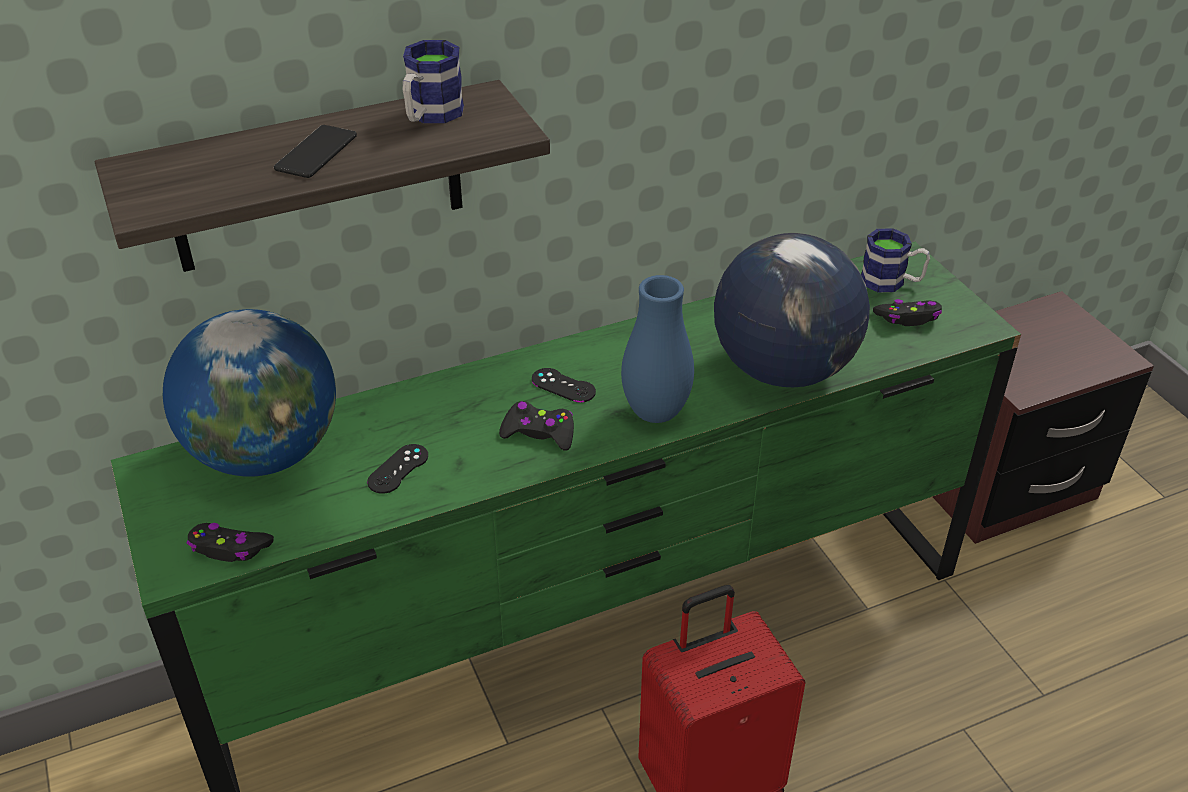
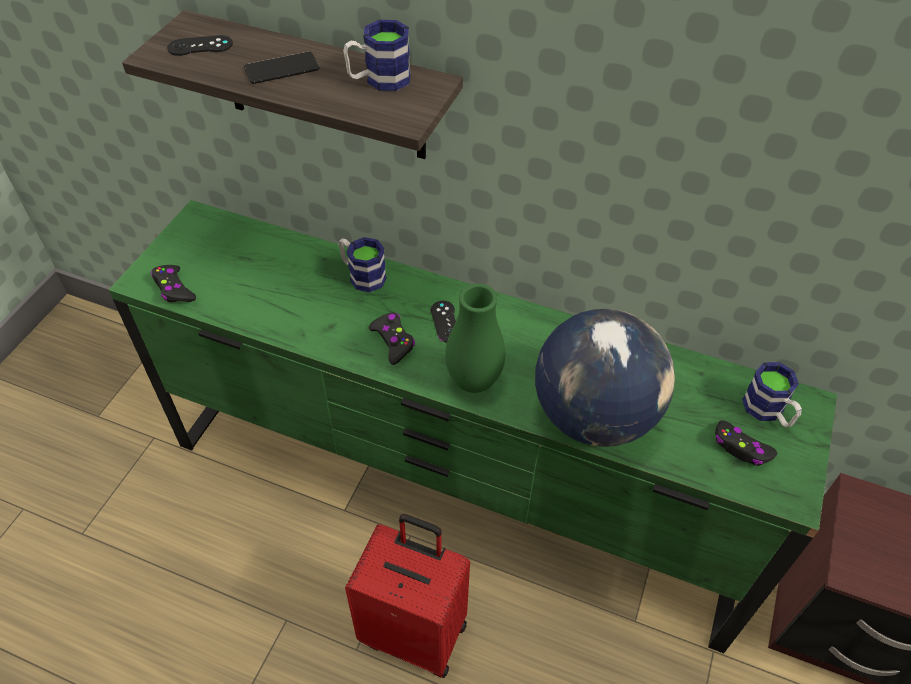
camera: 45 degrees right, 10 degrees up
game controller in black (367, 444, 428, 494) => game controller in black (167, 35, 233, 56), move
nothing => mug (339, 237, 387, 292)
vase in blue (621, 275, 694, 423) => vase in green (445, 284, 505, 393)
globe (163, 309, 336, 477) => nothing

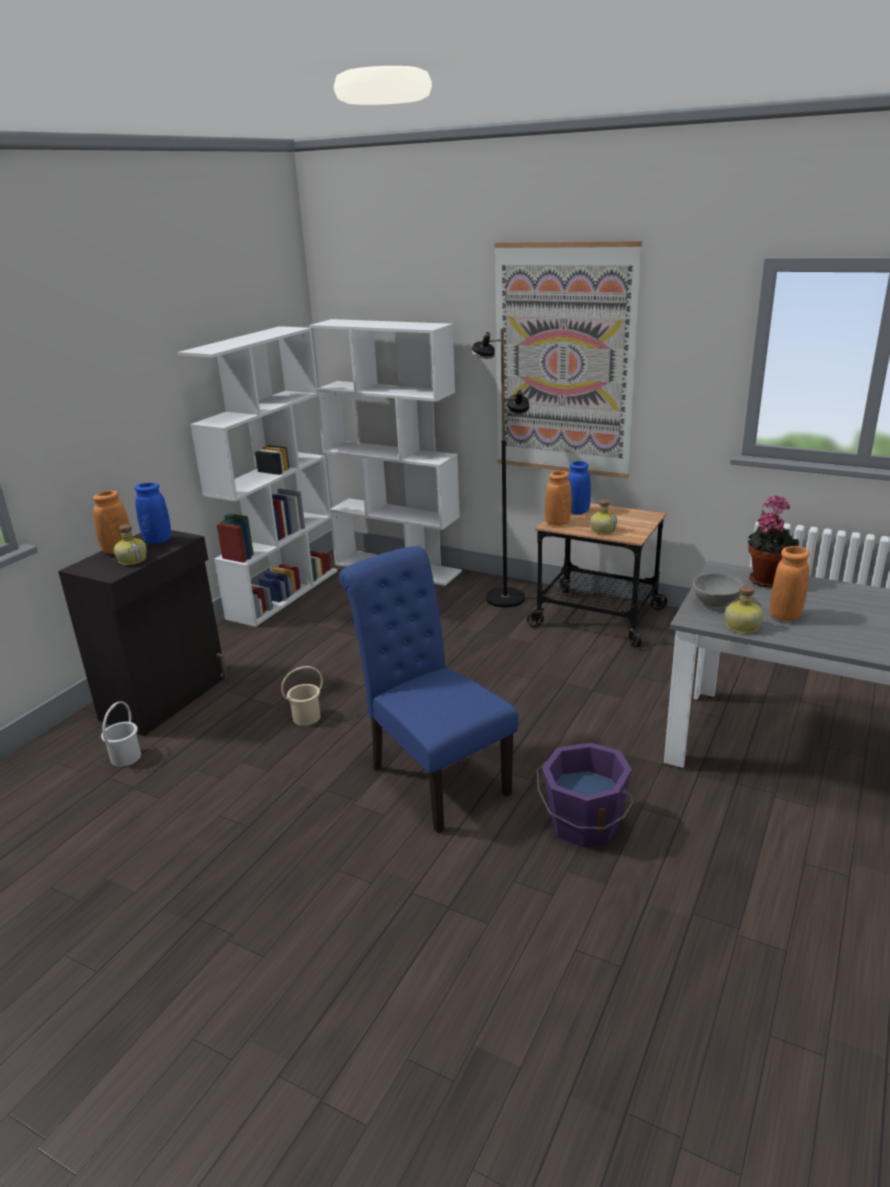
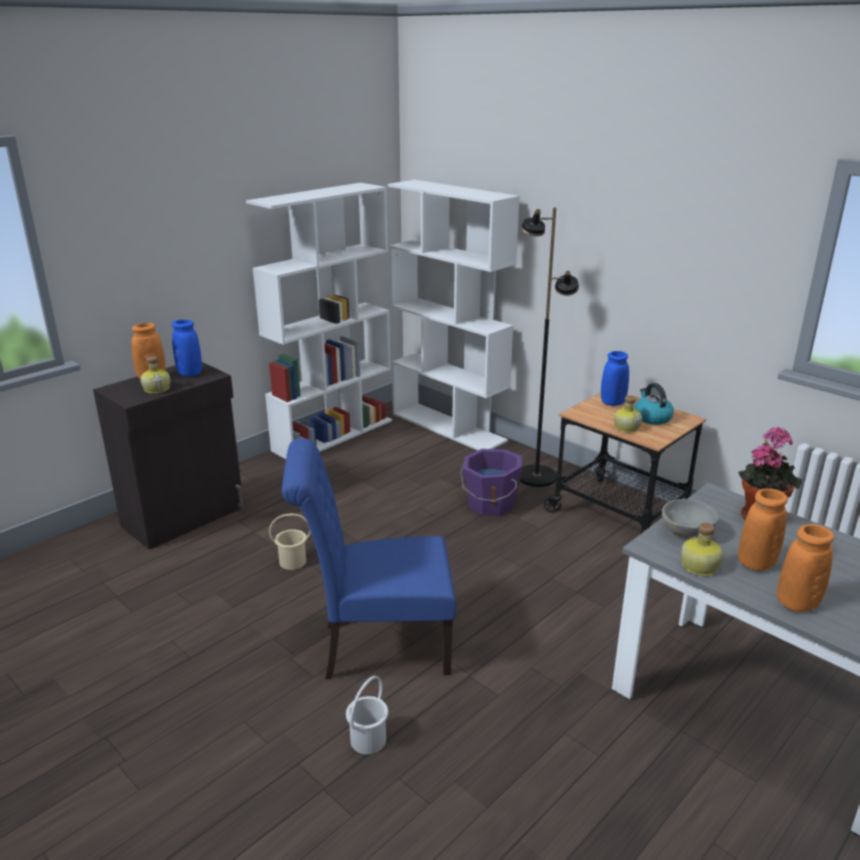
camera: 15 degrees right, 0 degrees up
chair in blue (339, 546, 518, 833) => chair in blue (282, 438, 456, 680), 75 degrees counterclockwise
bucket in white (101, 701, 141, 767) => bucket in white (346, 676, 388, 754), move
bucket in purple (537, 743, 634, 847) => bucket in purple (461, 449, 522, 516), move
nothing => kettle (634, 383, 674, 425)
vase in orange (545, 471, 572, 526) => vase in orange (777, 524, 834, 612), move
picture (494, 241, 642, 479) => nothing

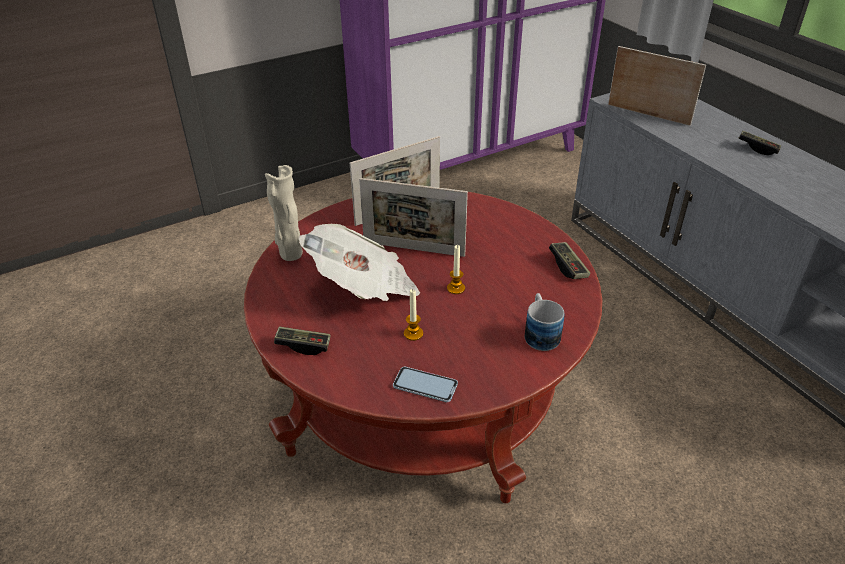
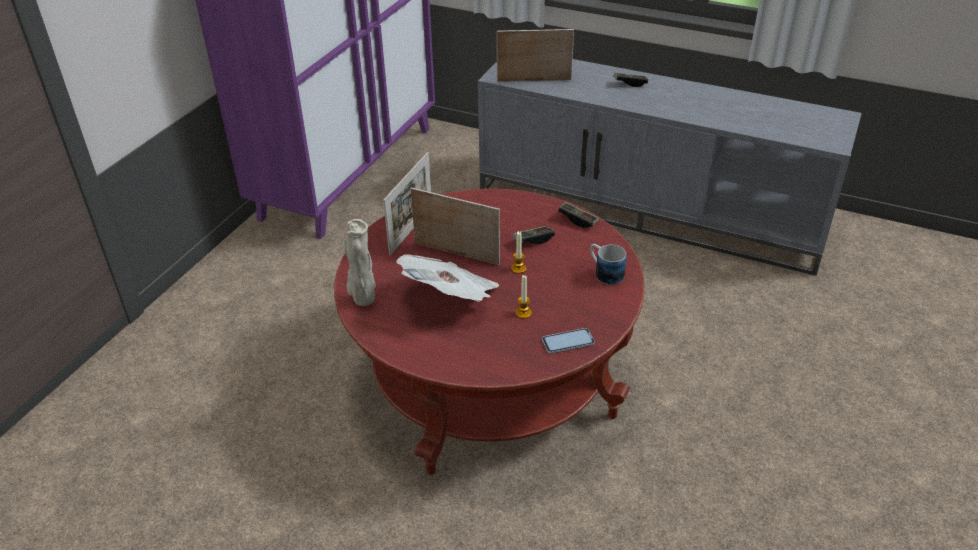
camera: 35 degrees left, 0 degrees up
picture frame (359, 178, 468, 257) => picture frame (410, 187, 500, 265), 135 degrees counterclockwise
game controller (274, 326, 330, 355) => game controller (513, 226, 555, 244), move

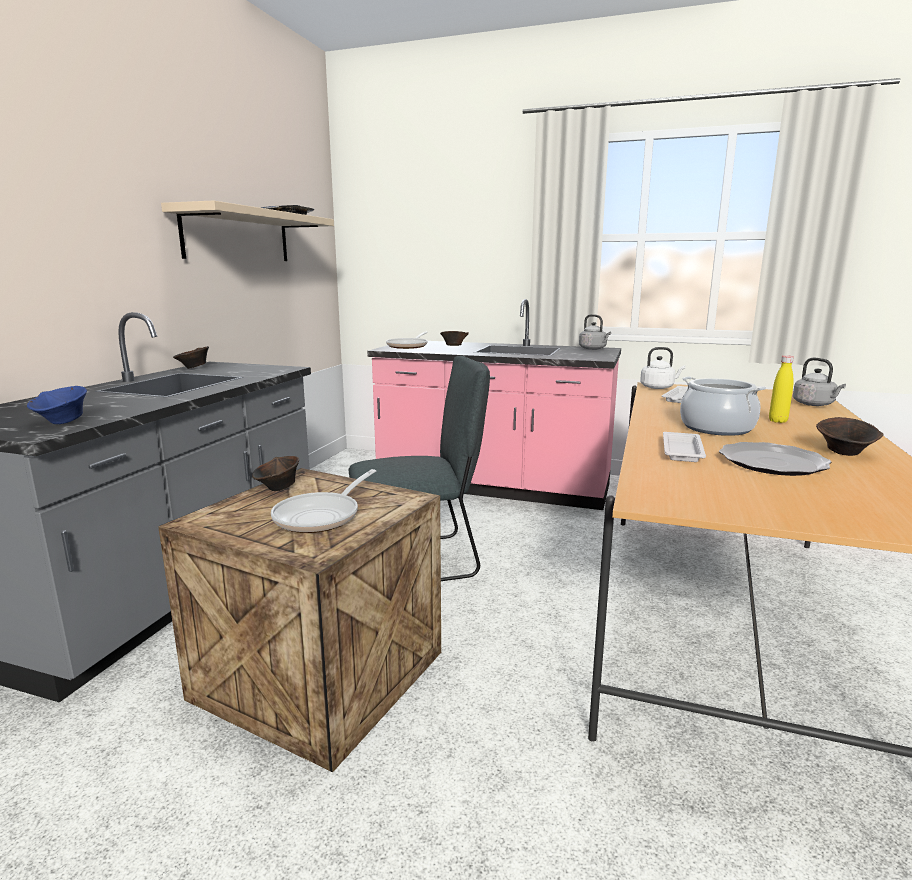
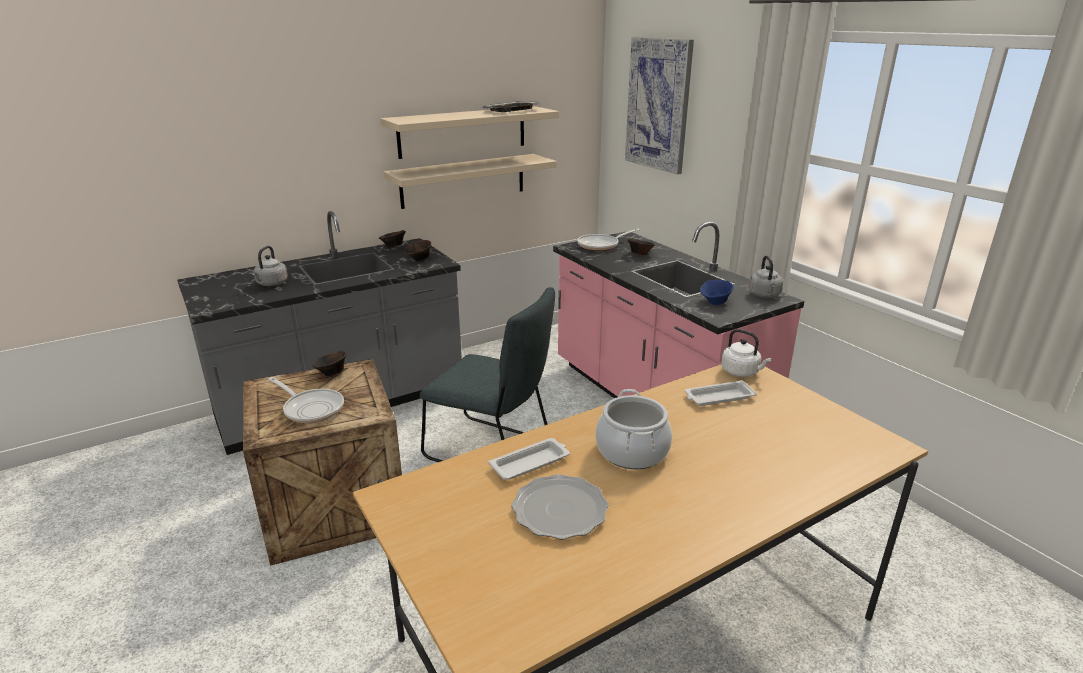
camera: 40 degrees right, 10 degrees up
kettle in grey (793, 358, 846, 406) => kettle in grey (251, 246, 288, 286), move
frying pan (271, 469, 376, 533) => frying pan (268, 377, 344, 423), 120 degrees counterclockwise
nothing => shelf in beige (383, 154, 557, 209)
bowl in brown (816, 417, 884, 456) => bowl in brown (404, 240, 431, 261), move
nothing => picture (625, 37, 694, 174)
bowl in blue (27, 386, 87, 424) => bowl in blue (700, 280, 734, 305), move
bottle in yellow (769, 355, 794, 423) => nothing

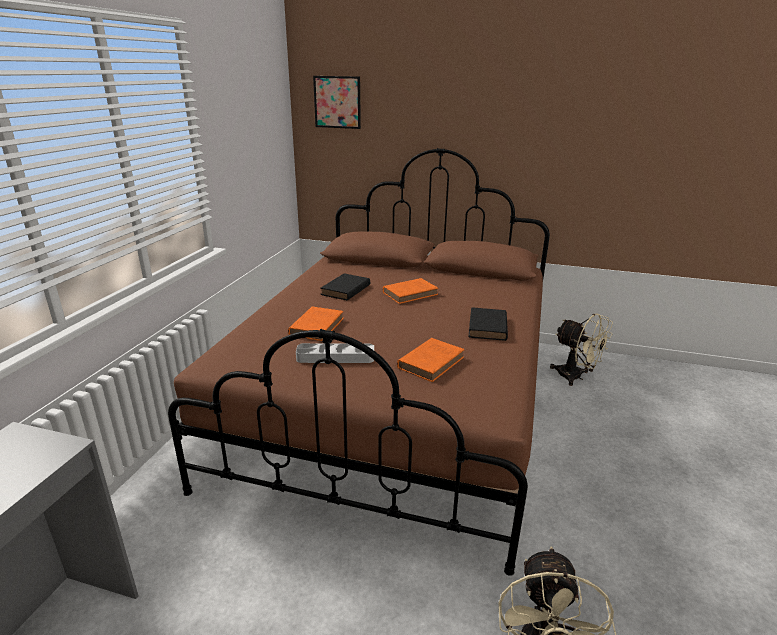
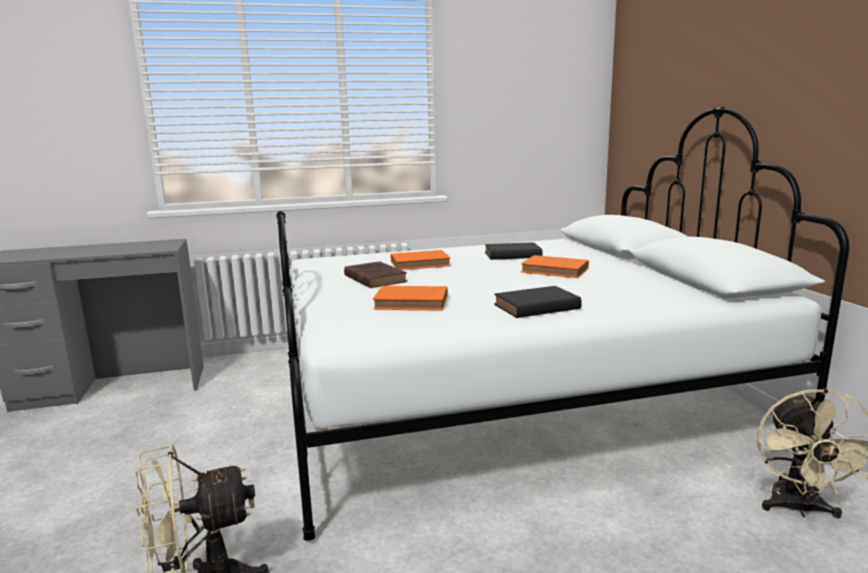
camera: 60 degrees right, 10 degrees down
bed in brown (168, 148, 550, 576) => bed in white (276, 107, 850, 541)
tray in grey (296, 343, 374, 363) => book in brown (344, 261, 407, 288)
picture (313, 76, 361, 129) => nothing

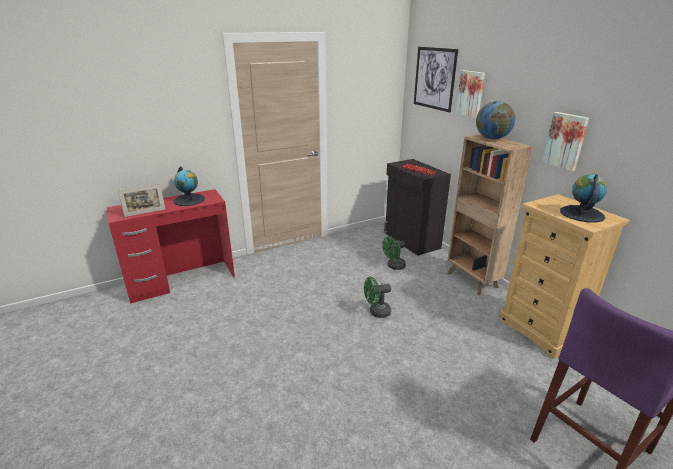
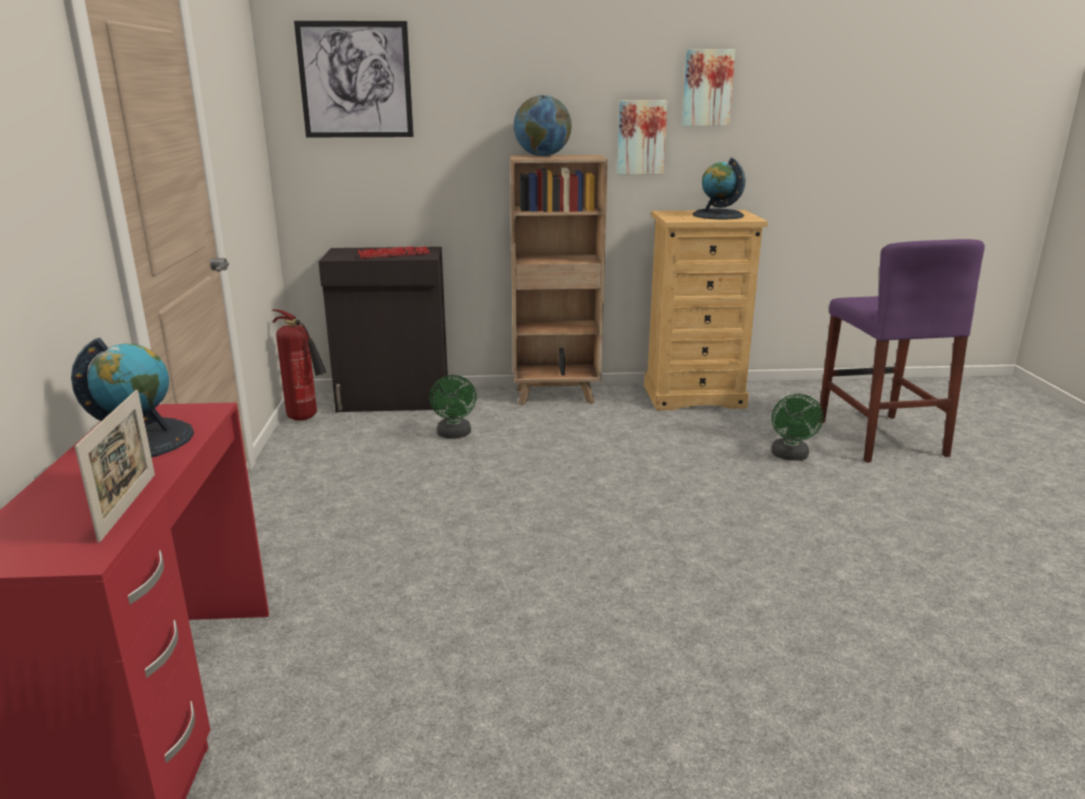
camera: 65 degrees left, 5 degrees down
nothing => fire extinguisher (272, 309, 326, 421)
picture (456, 70, 485, 118) => picture (682, 49, 736, 126), move
fan in green (364, 277, 391, 318) => fan in green (771, 394, 824, 461), move

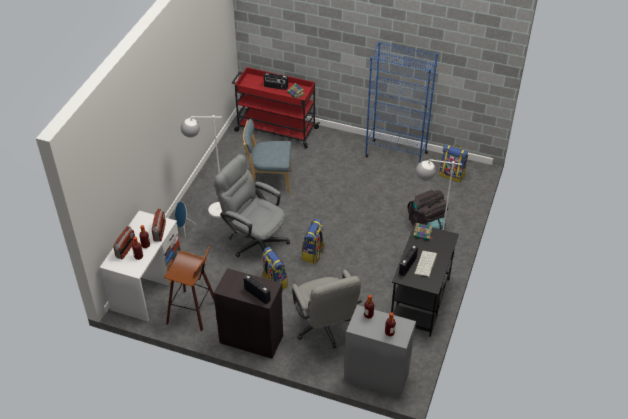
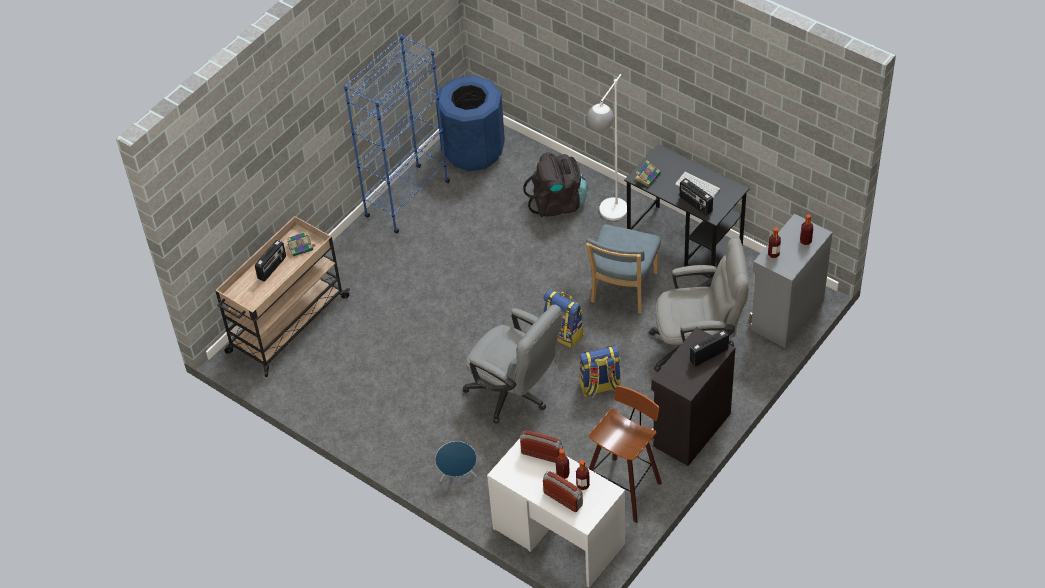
camera: 70 degrees left, 5 degrees up
cart in red (232, 67, 320, 148) => cart in beige (215, 216, 350, 377)
backpack (439, 144, 468, 182) => trash can in blue (436, 75, 505, 171)
office chair in grey (214, 154, 290, 257) => office chair in grey (463, 304, 563, 424), 105 degrees counterclockwise
chair in blue (243, 119, 292, 193) => chair in blue (586, 224, 661, 313), move
floor lamp in white (181, 115, 222, 218) => nothing

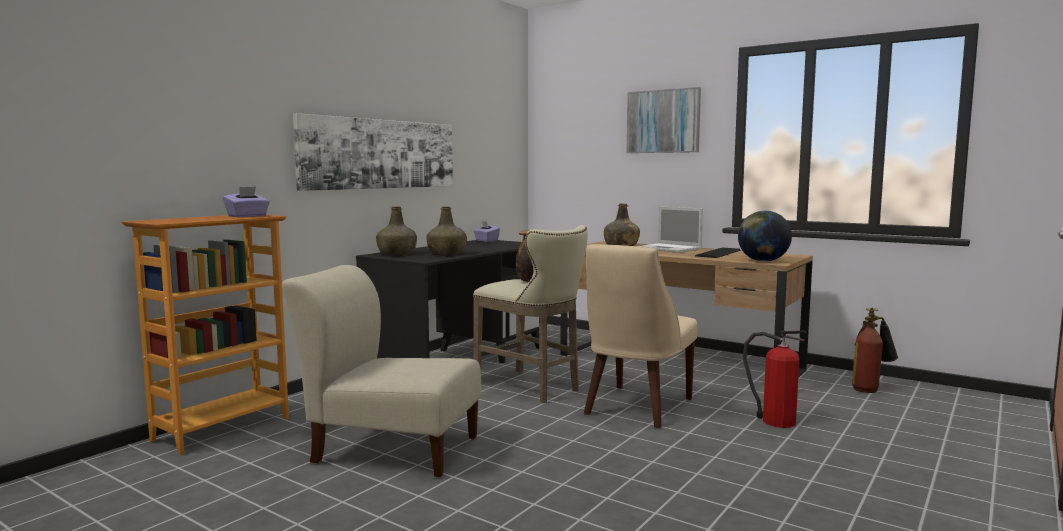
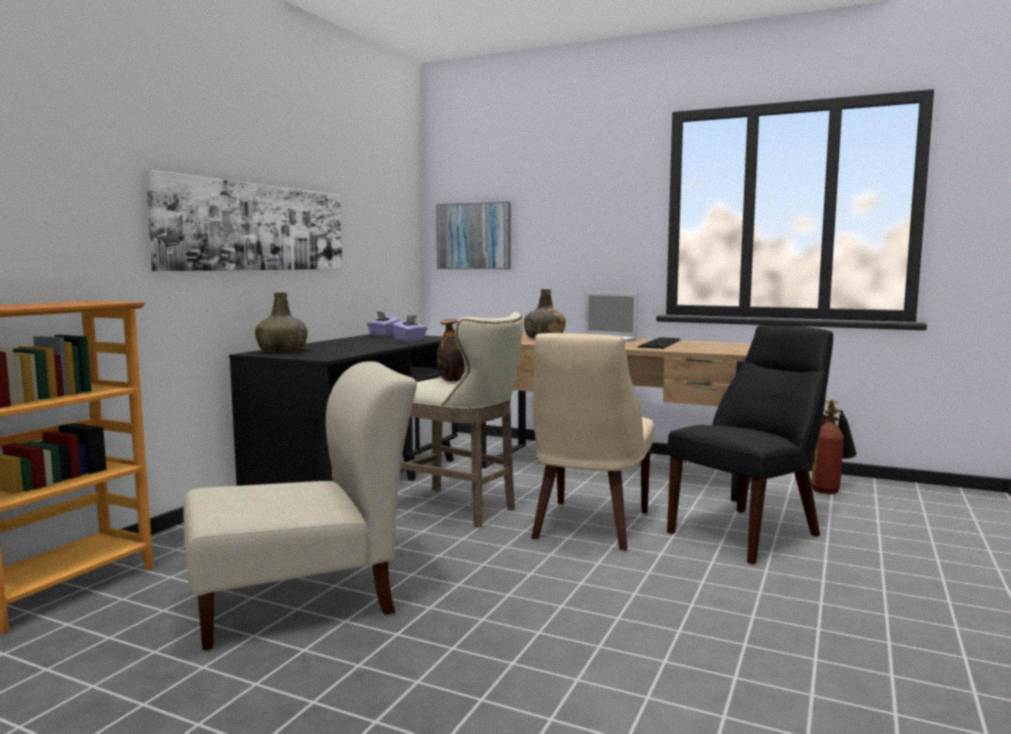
camera: 10 degrees left, 0 degrees up
chair in beige (282, 265, 481, 477) => chair in beige (184, 361, 417, 650), 150 degrees clockwise
tissue box in purple (223, 187, 270, 217) => tissue box in purple (392, 315, 427, 342), move
picture (627, 87, 701, 153) => picture (436, 202, 511, 269), move
fire extinguisher (743, 331, 807, 428) => chair in black (667, 325, 833, 564)
bottle in green (426, 206, 467, 255) => nothing
globe (738, 211, 792, 262) => nothing

